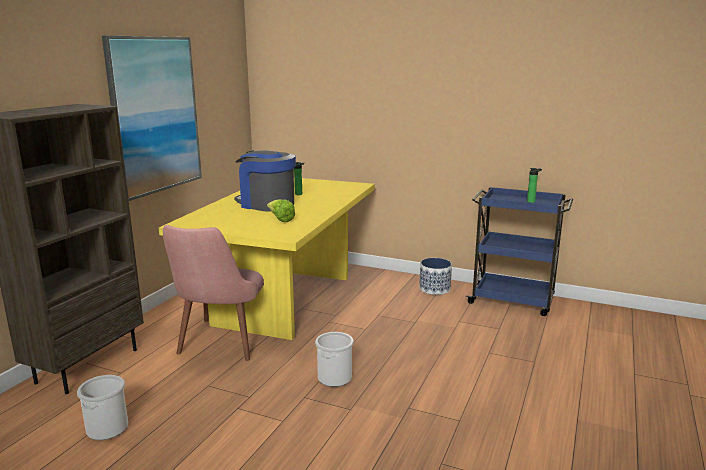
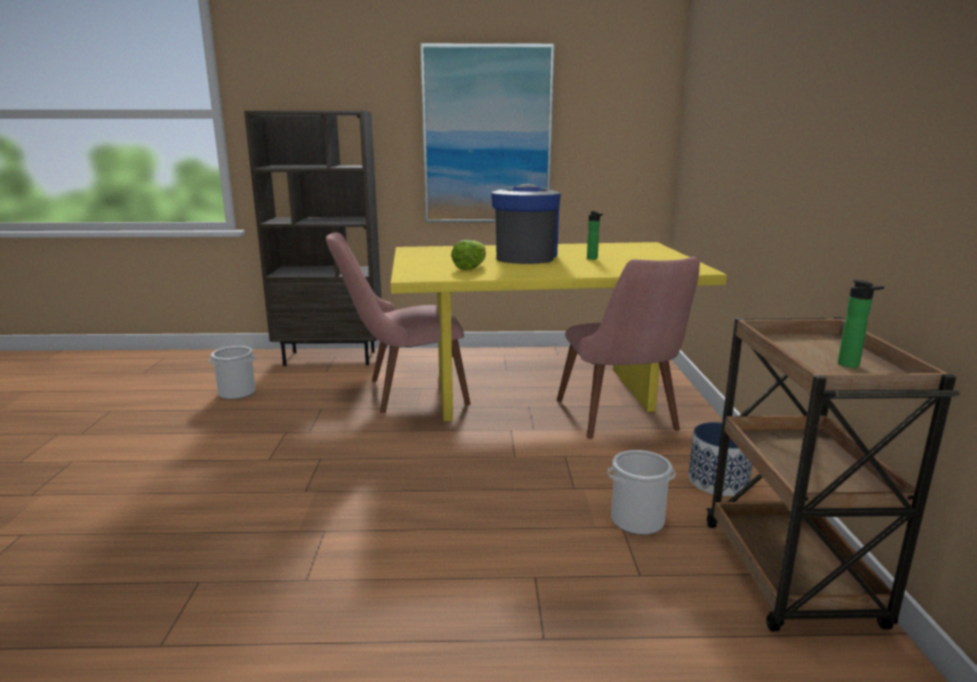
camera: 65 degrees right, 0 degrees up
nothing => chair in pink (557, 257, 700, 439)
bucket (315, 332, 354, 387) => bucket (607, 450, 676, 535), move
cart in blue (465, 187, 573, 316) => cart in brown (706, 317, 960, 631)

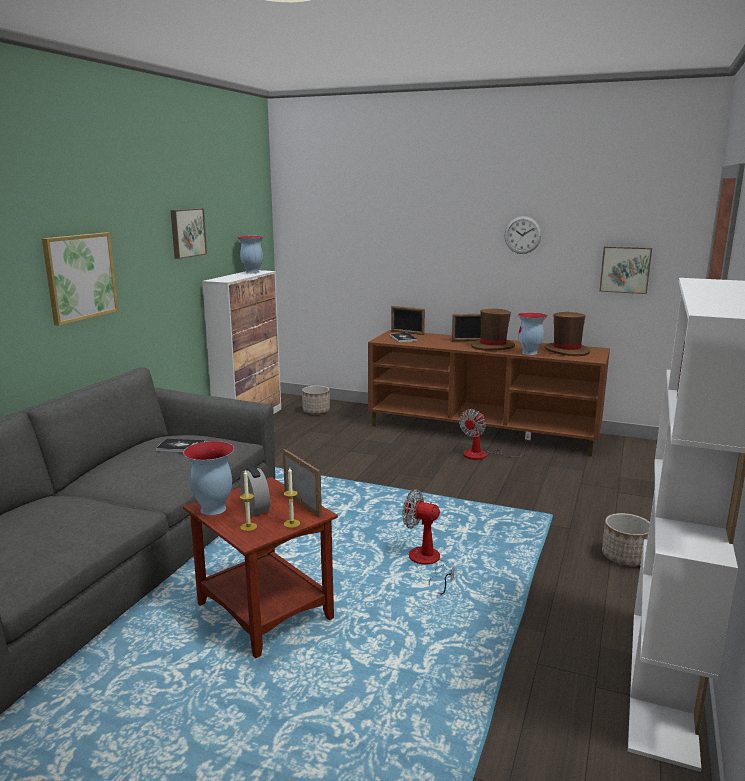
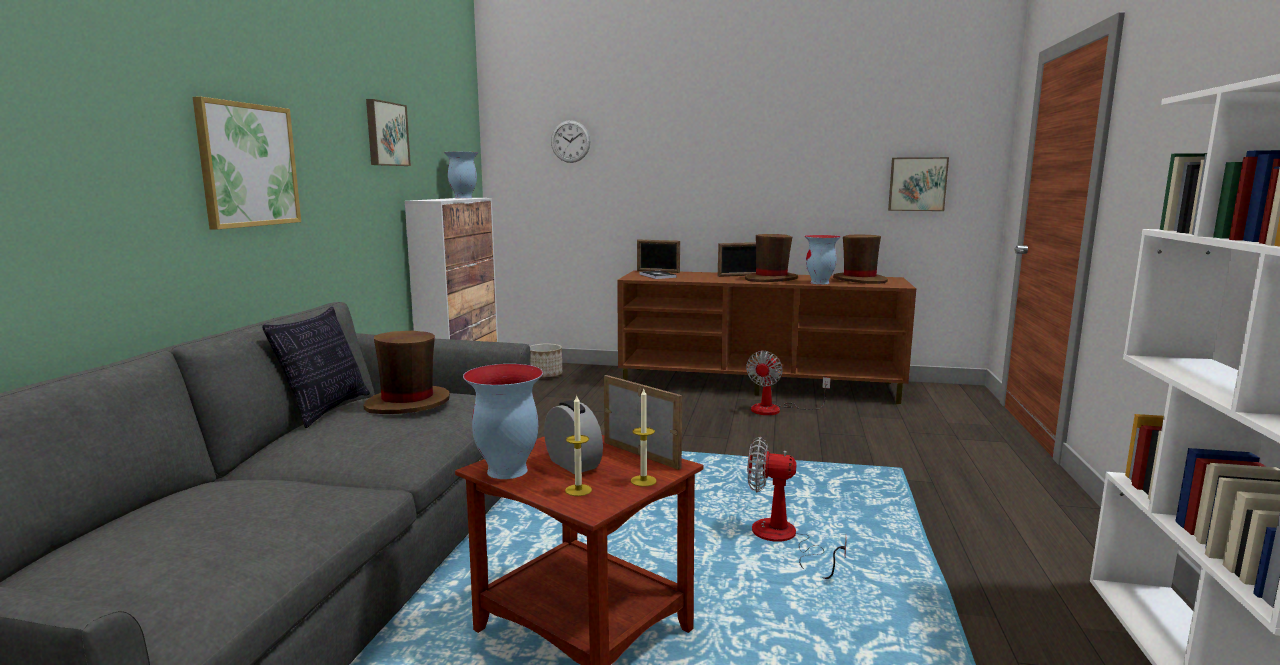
camera: 10 degrees left, 5 degrees down
nothing => pillow (262, 307, 370, 428)
book (155, 439, 205, 453) => hat in brown (363, 331, 450, 414)
wall clock (504, 216, 542, 254) => wall clock (551, 120, 591, 163), move
planter (602, 513, 650, 566) => nothing

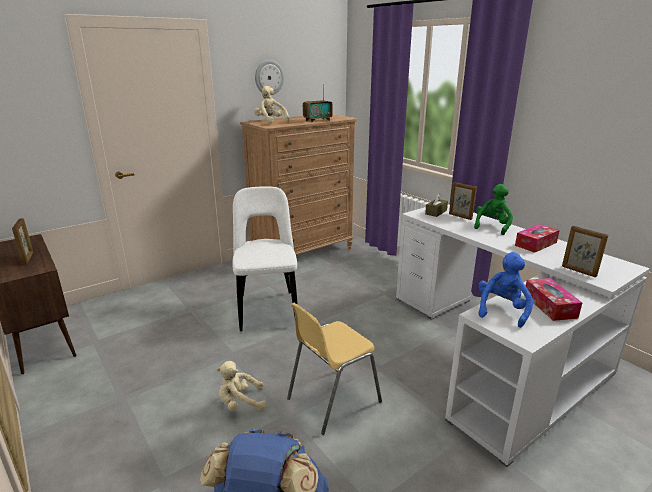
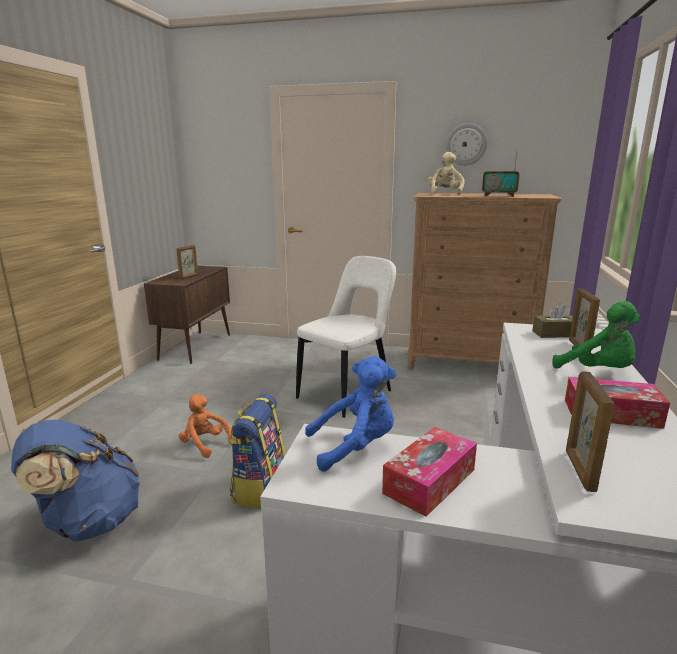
camera: 50 degrees right, 5 degrees down
plush toy in beige (216, 361, 266, 411) => plush toy in orange (179, 394, 232, 458)
chair in yellow (287, 303, 382, 435) => backpack (229, 394, 285, 508)
plush toy in green (474, 184, 513, 235) => plush toy in green (552, 301, 640, 368), 60 degrees clockwise

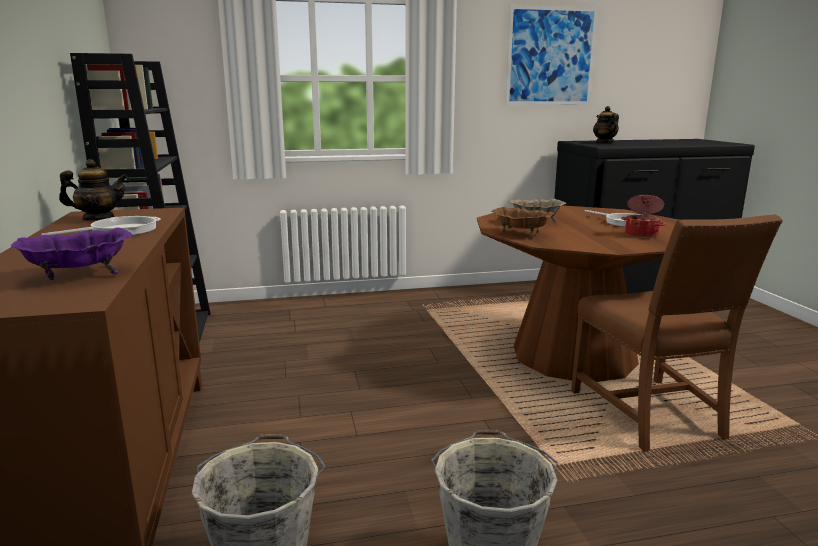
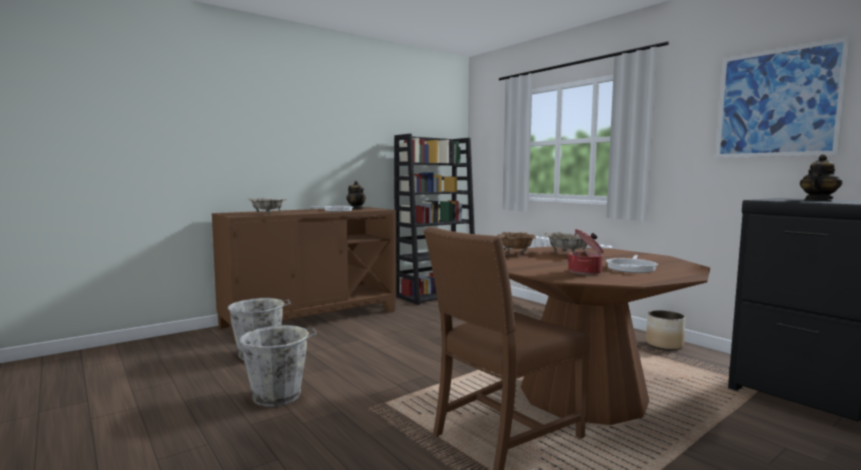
camera: 65 degrees right, 10 degrees down
bowl in purple (11, 228, 133, 280) => bowl in beige (248, 198, 286, 214)
nothing => planter (646, 310, 686, 350)

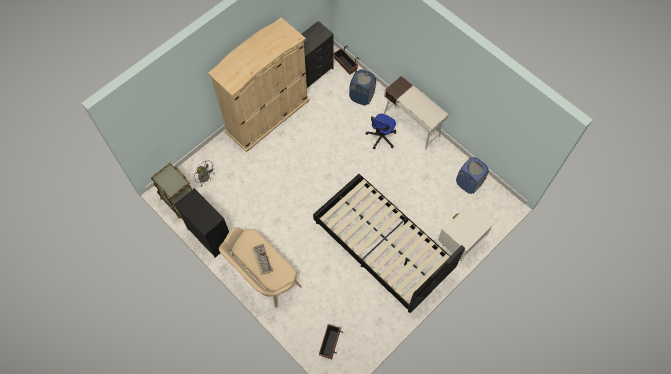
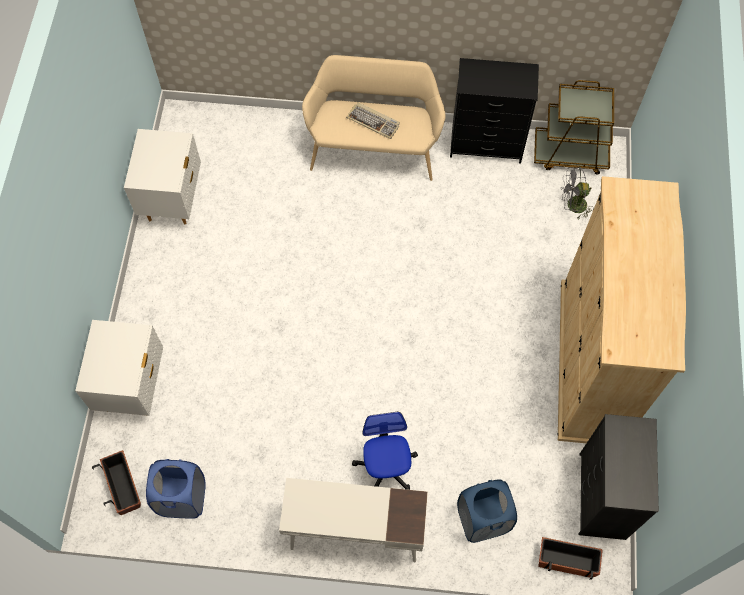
camera: 140 degrees right, 0 degrees up
planter (319, 324, 343, 359) => planter (92, 450, 141, 515), move
nothing => nightstand in white (124, 129, 201, 224)
bed in black (313, 174, 465, 313) => nothing

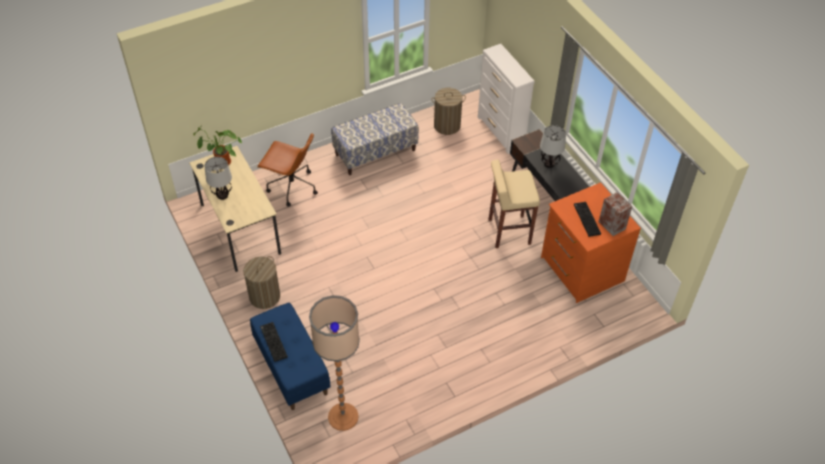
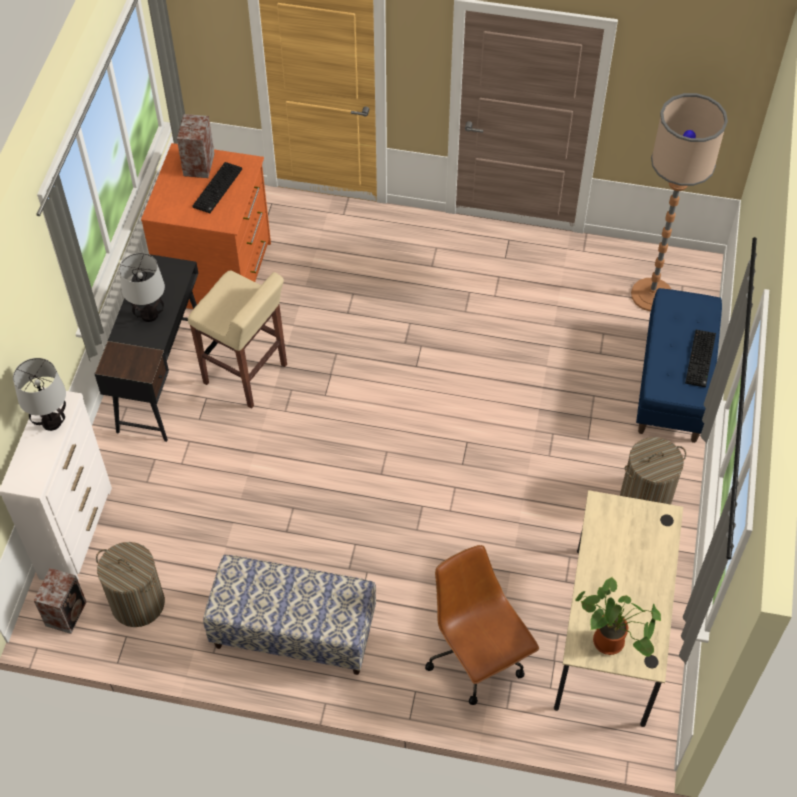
camera: 140 degrees left, 5 degrees up
table lamp (205, 157, 232, 200) => table lamp (13, 358, 66, 431), move
nothing => speaker (34, 568, 86, 634)

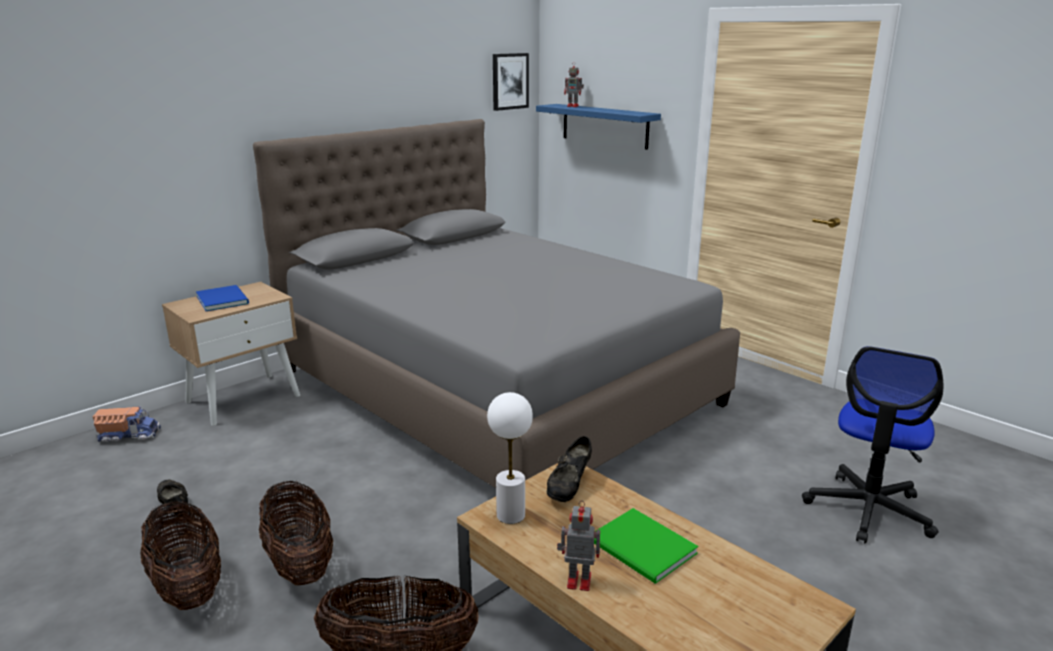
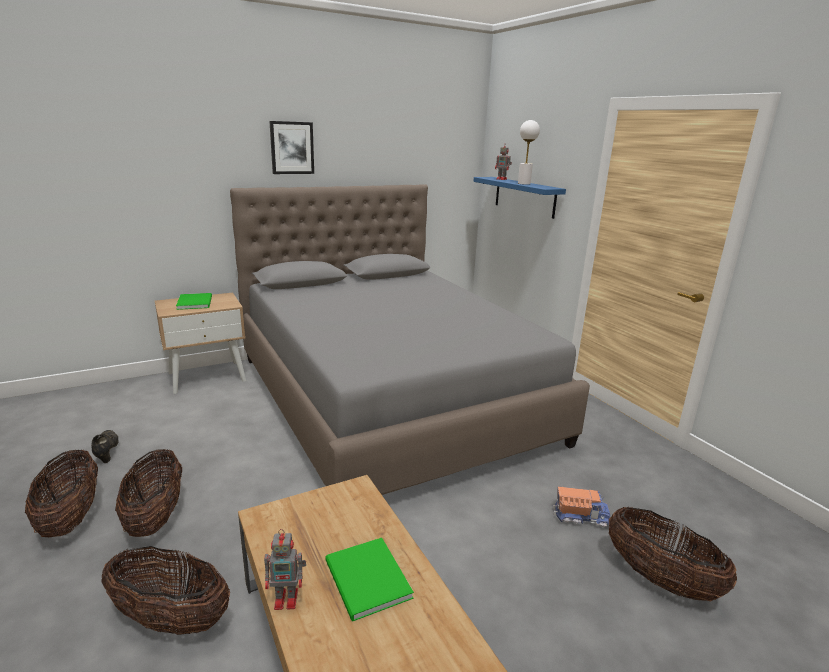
camera: 15 degrees right, 0 degrees up
book in blue (196, 285, 249, 311) => book in green (176, 293, 212, 310)
toy robot (557, 500, 600, 591) => toy robot (264, 529, 306, 610), 150 degrees clockwise
picture (493, 53, 529, 111) => picture (269, 121, 314, 174), move
table lamp in white (487, 392, 533, 524) => table lamp in white (518, 120, 540, 185), move
toy truck (93, 407, 161, 442) => toy truck (552, 486, 610, 527), move
office chair (802, 346, 943, 544) => basket (609, 506, 737, 601)
shoe in black (547, 436, 592, 502) => nothing

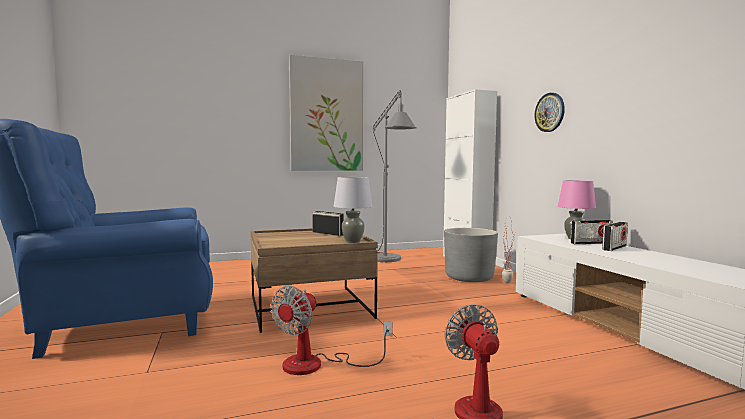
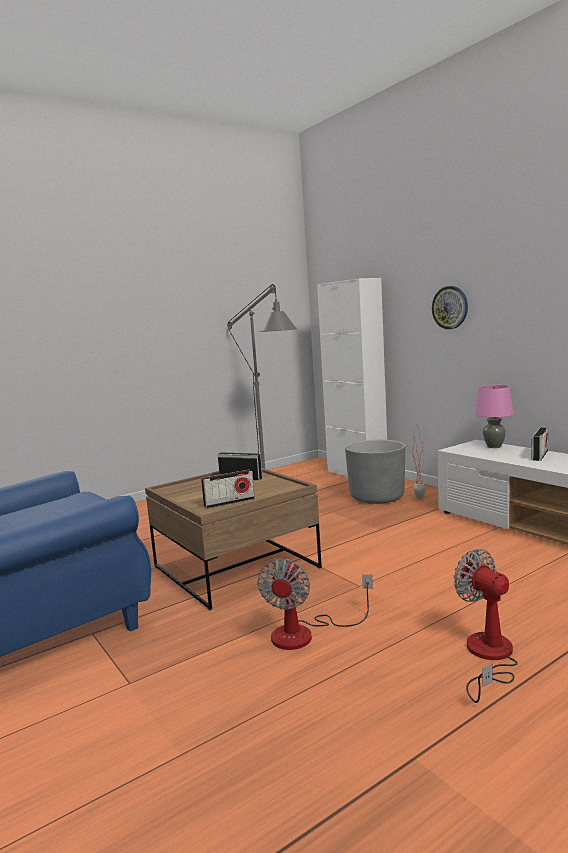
camera: 15 degrees left, 5 degrees up
radio (570, 220, 613, 244) => radio (201, 470, 255, 508), move
picture (289, 55, 363, 171) => nothing
table lamp in grey (334, 177, 373, 243) => nothing

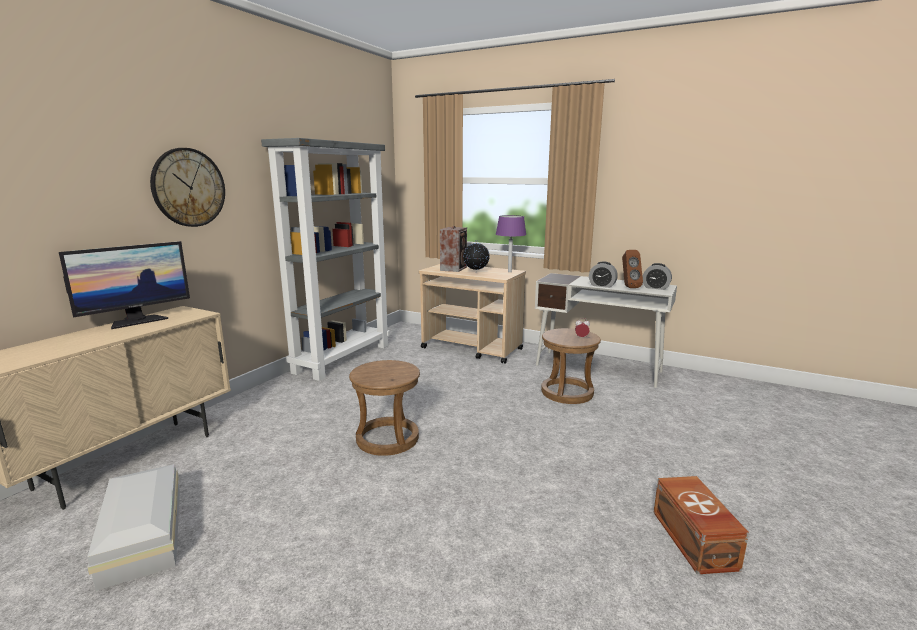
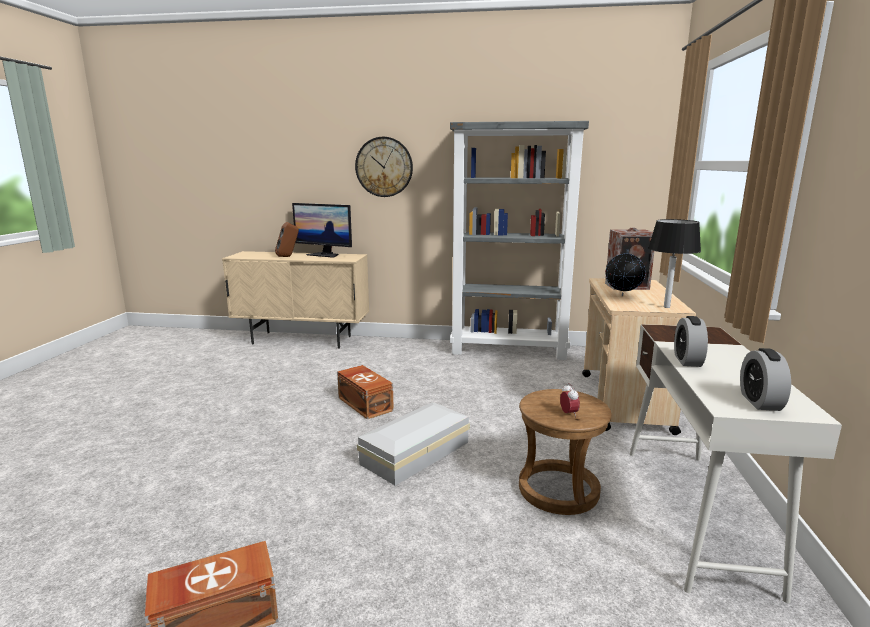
camera: 70 degrees right, 0 degrees up
speaker in brown (622, 250, 643, 288) => speaker in brown (275, 222, 299, 257), move
stool in brown (349, 360, 420, 456) => storage box in brown (337, 365, 394, 419)
storage box in white (87, 464, 180, 591) => storage box in white (357, 402, 470, 485), move
table lamp in purple (496, 215, 526, 272) => table lamp in black (648, 219, 701, 308)

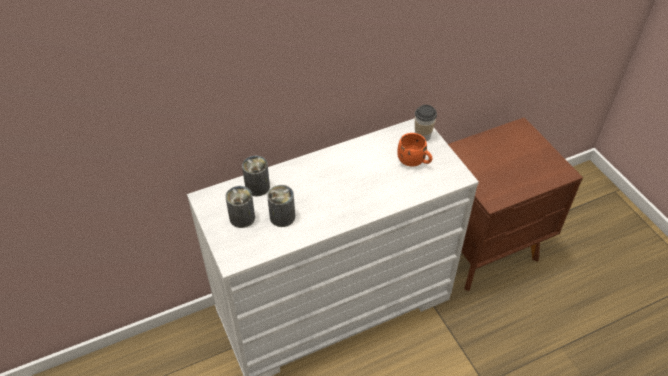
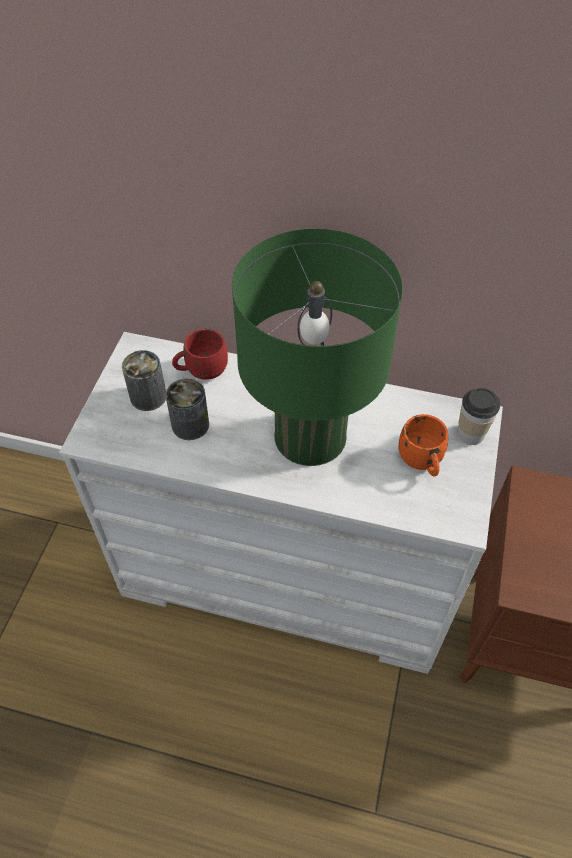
camera: 40 degrees right, 5 degrees up
can (242, 156, 270, 197) => mug in red (172, 329, 228, 380)
nothing => table lamp in green (232, 229, 403, 466)

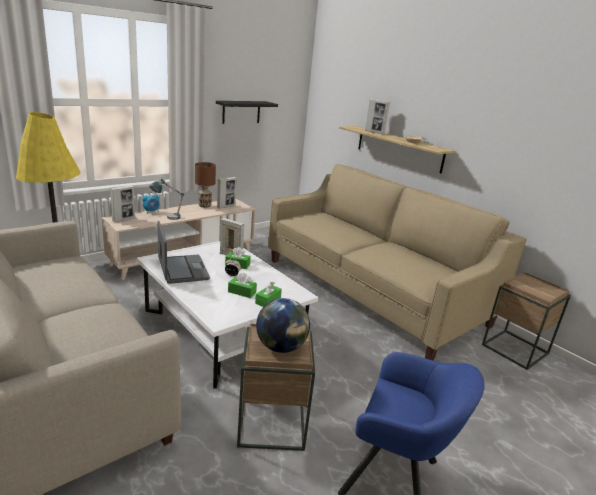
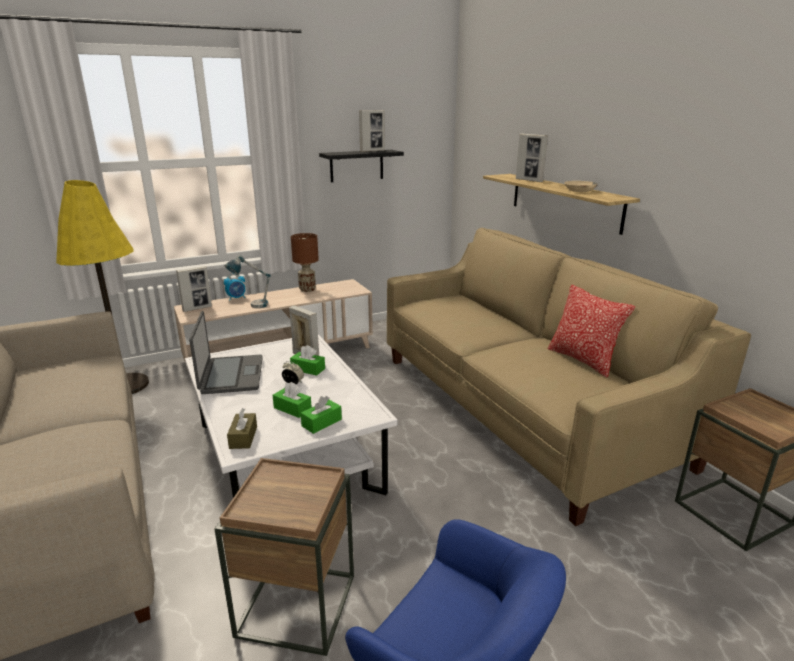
camera: 15 degrees right, 0 degrees up
nothing => tissue box in brown (227, 408, 257, 449)
picture frame (217, 177, 237, 209) => picture frame (359, 110, 385, 152), move
nothing => pillow (548, 285, 635, 378)
globe (256, 298, 310, 353) => nothing

